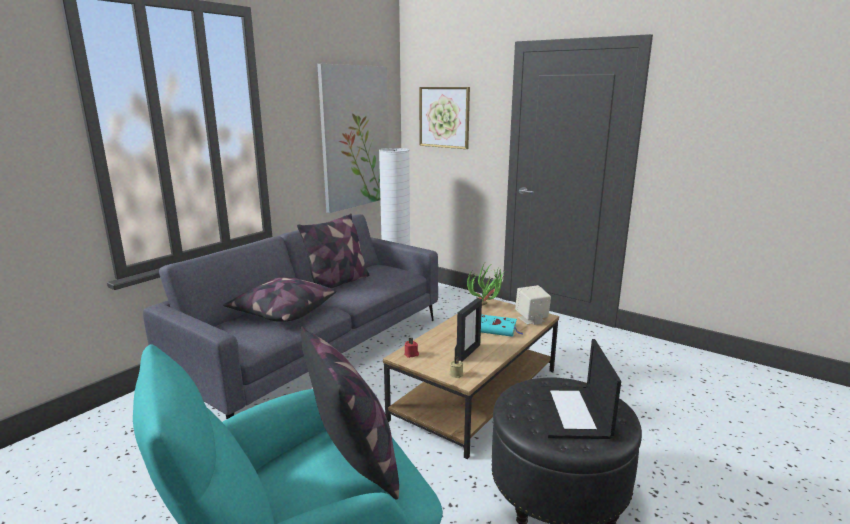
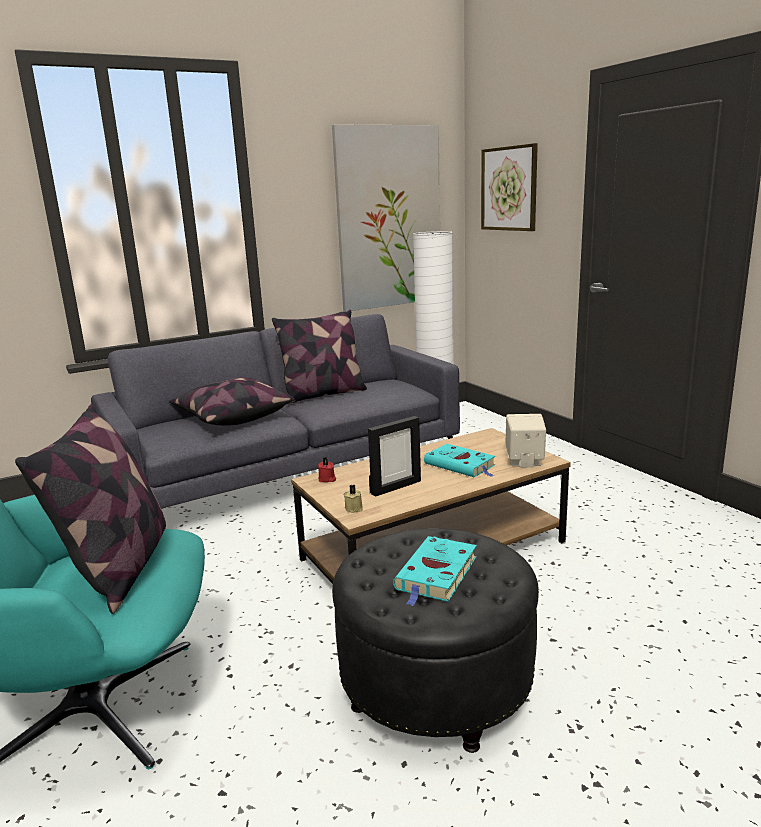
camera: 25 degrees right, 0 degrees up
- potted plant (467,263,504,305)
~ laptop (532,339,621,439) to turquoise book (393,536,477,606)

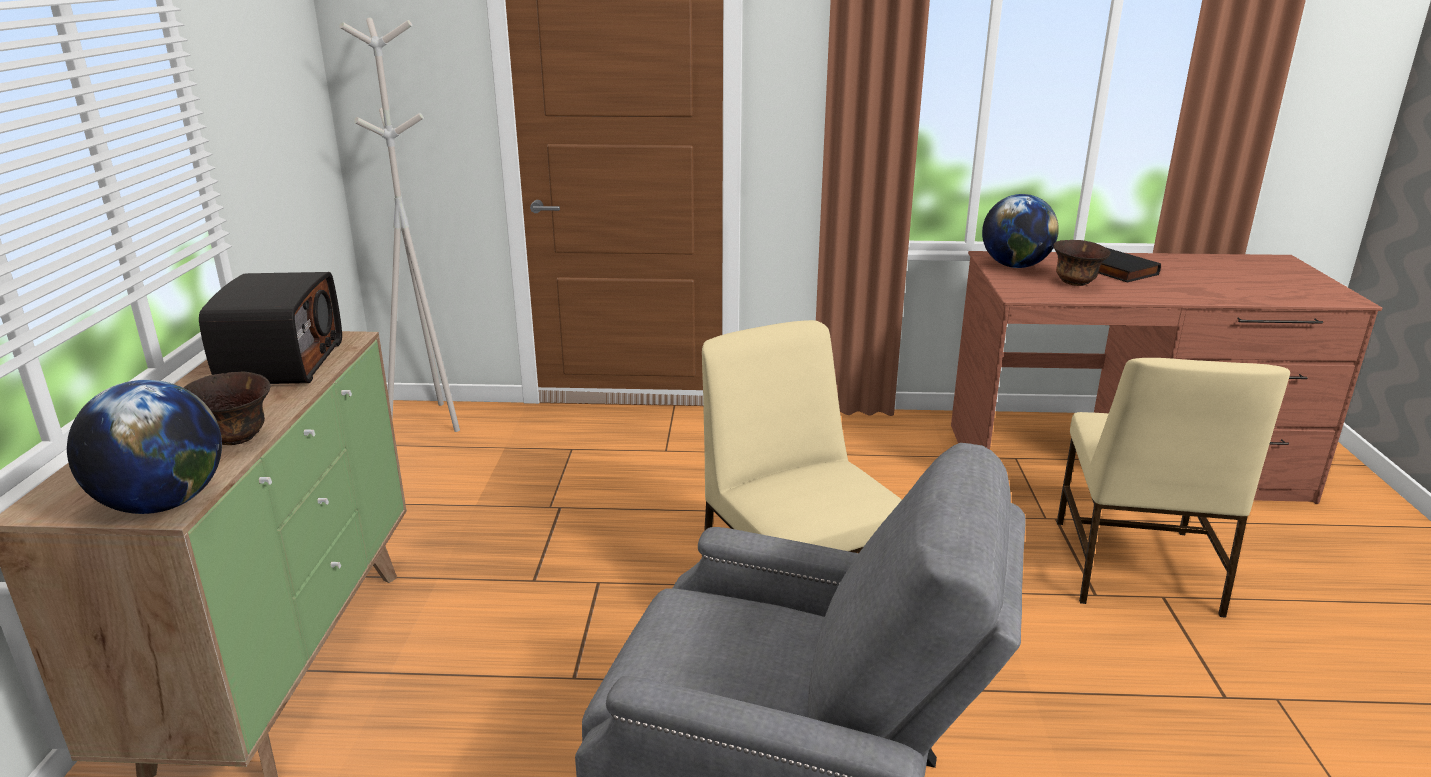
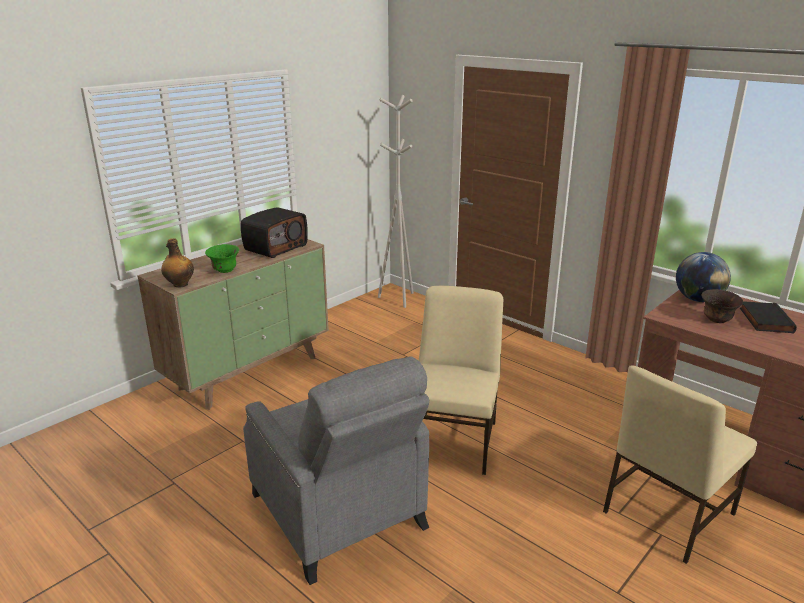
camera: 40 degrees right, 0 degrees up
~ brown bowl (183,372,270,445) to green bowl (205,244,239,273)
~ globe (67,380,222,514) to bottle (161,238,194,288)

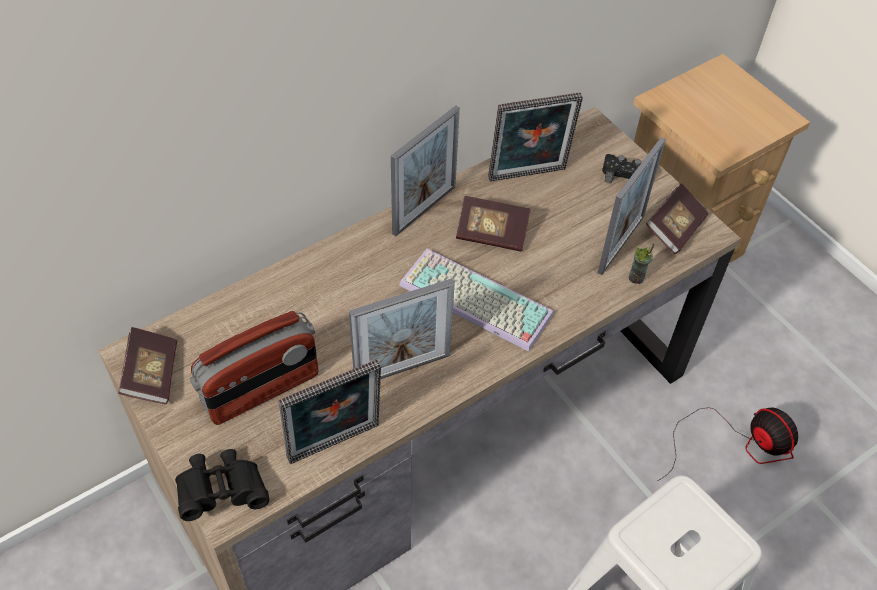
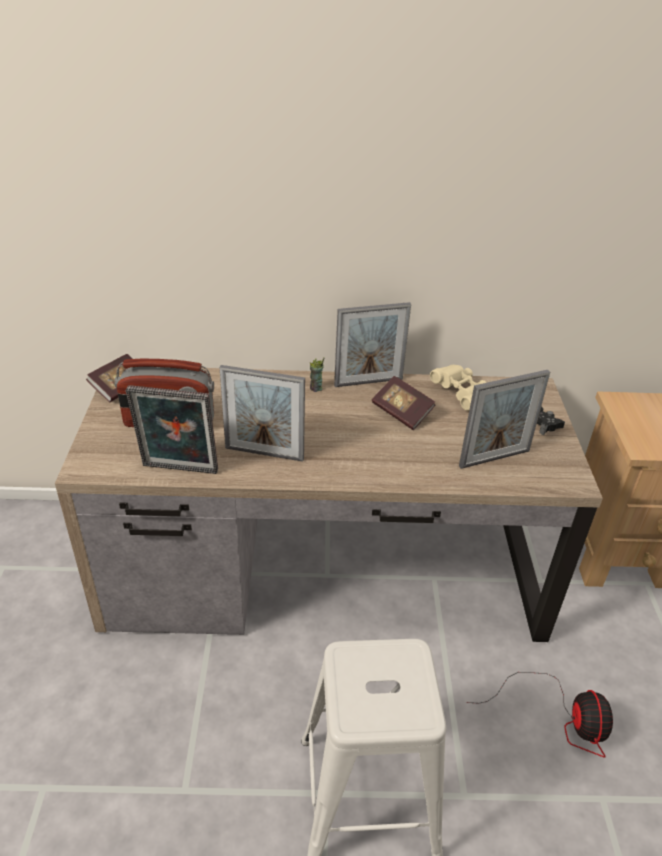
camera: 35 degrees right, 15 degrees down
~ picture frame (488,93,583,182) to beige binoculars (430,365,486,411)
- book (646,183,708,254)
~ cup (629,243,654,284) to (310,358,324,392)
- keyboard (399,249,554,352)
- black binoculars (175,449,270,521)

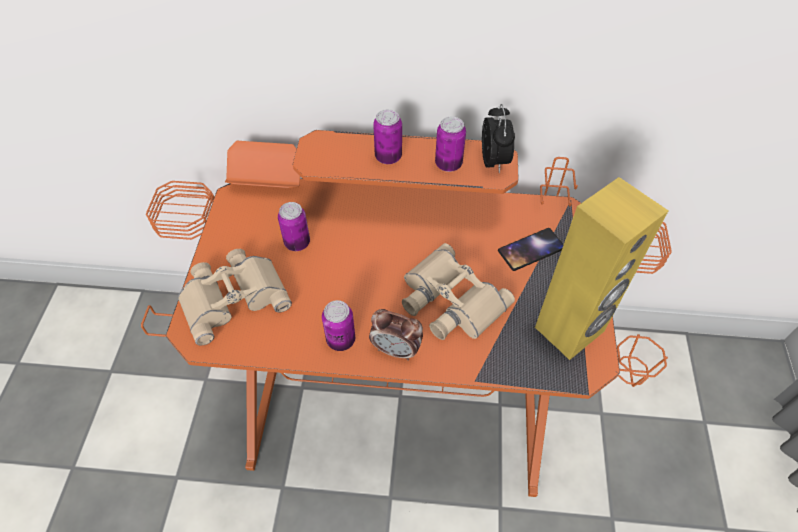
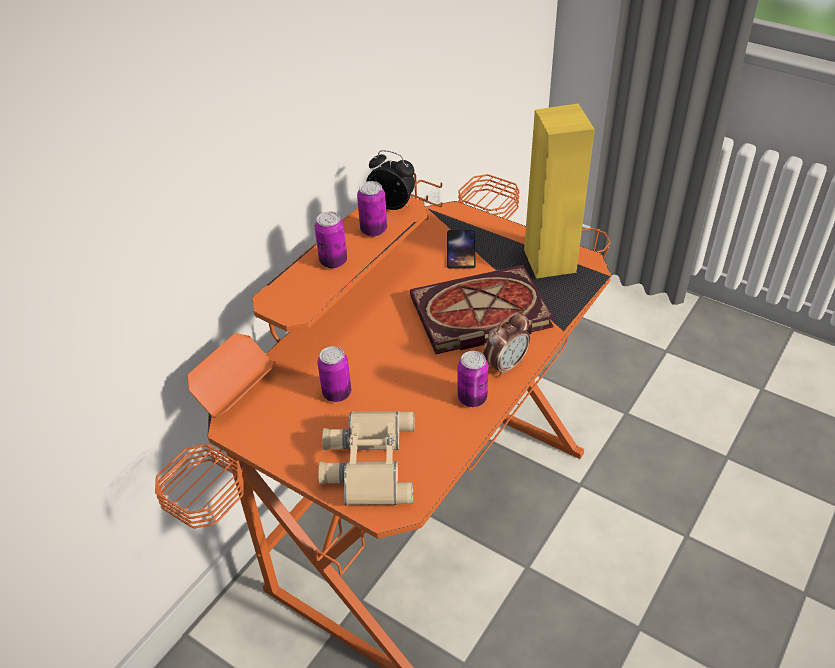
camera: 60 degrees left, 10 degrees down
~ beige binoculars (402,243,515,340) to book (410,265,554,354)

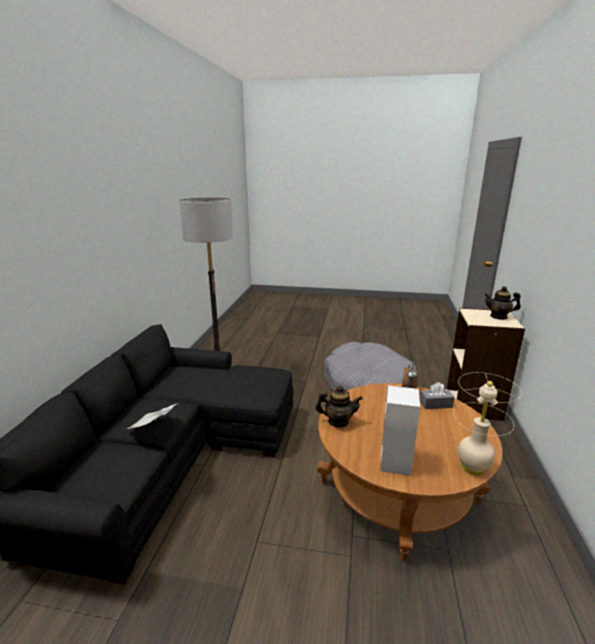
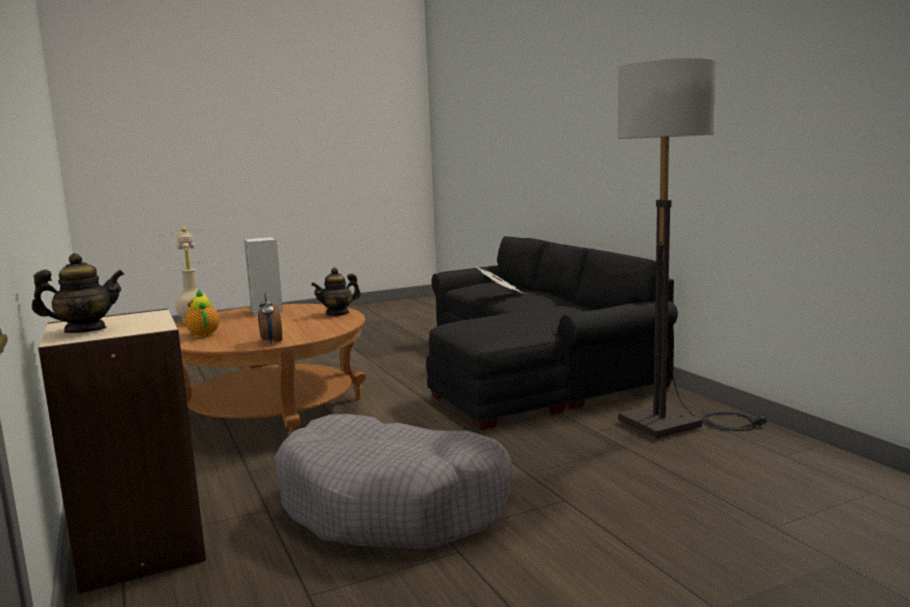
camera: 145 degrees right, 10 degrees down
- grey tissue box (420,382,455,409)
+ teapot (185,289,219,338)

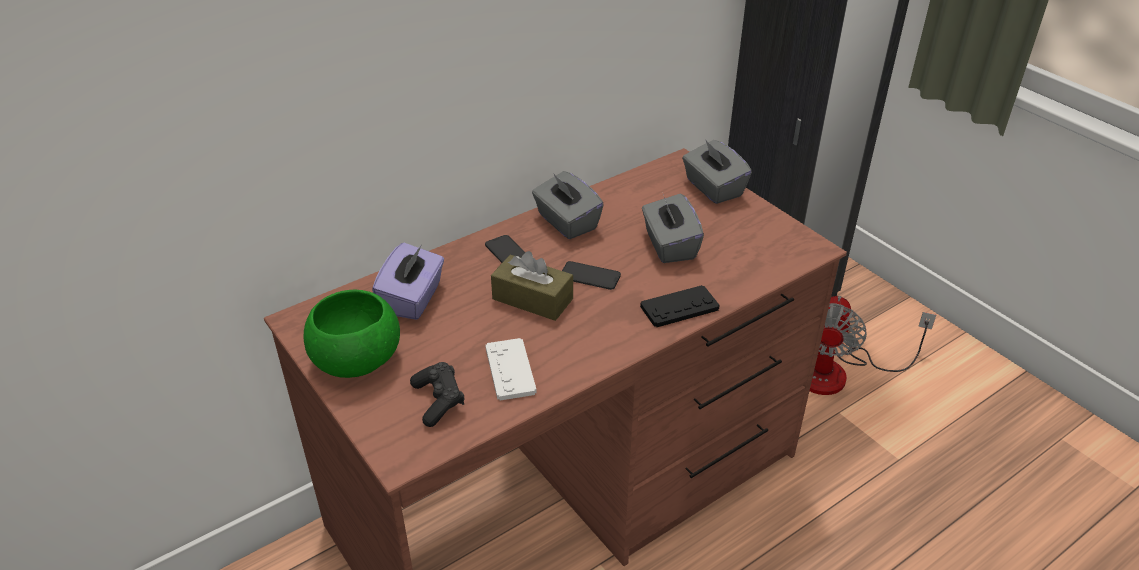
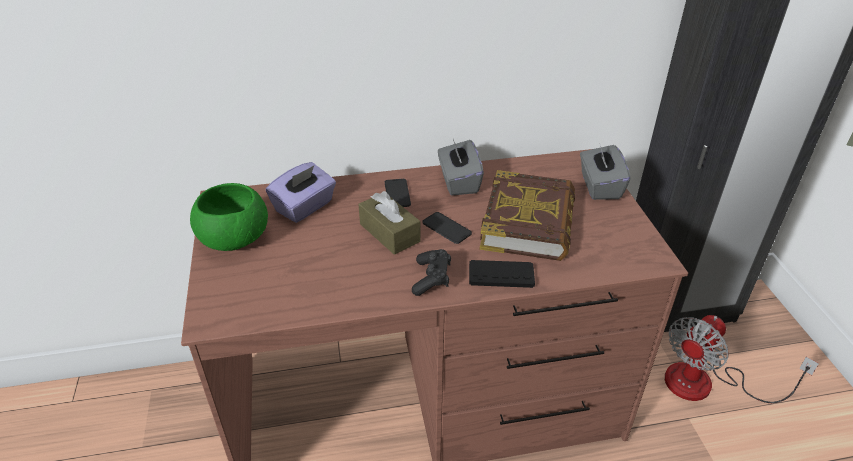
camera: 25 degrees right, 0 degrees up
~ grey tissue box (642,193,704,263) to book (480,170,575,261)
- white game controller (485,338,537,401)
~ black game controller (410,362,464,427) to (412,249,451,296)

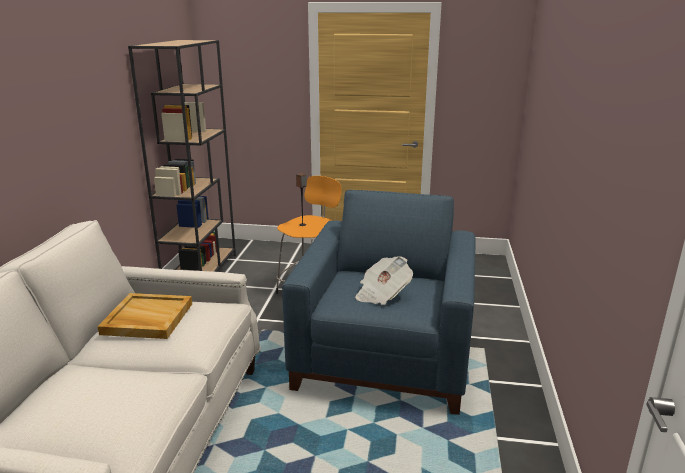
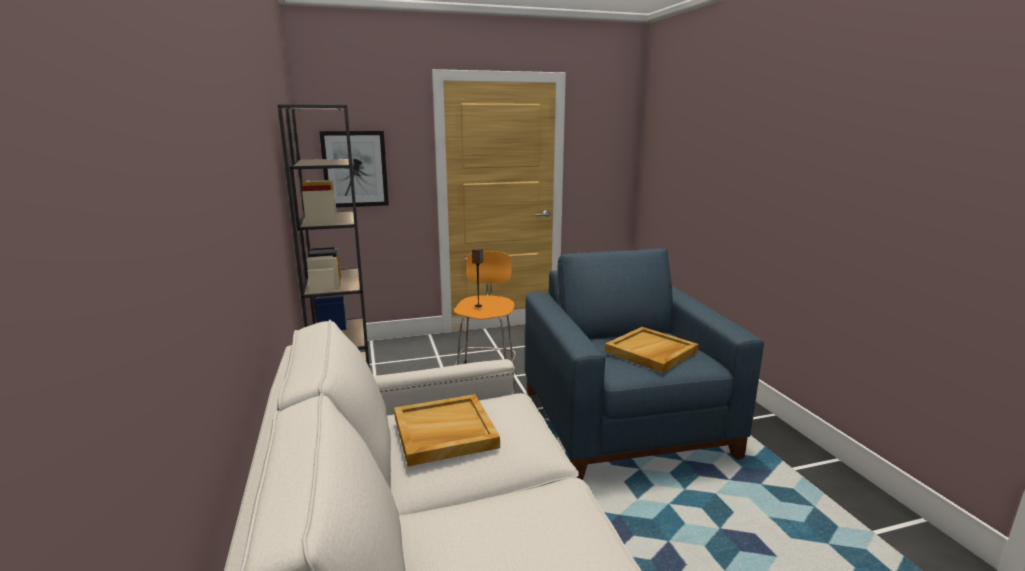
camera: 25 degrees left, 5 degrees down
~ newspaper (355,256,413,305) to beige tray (605,327,699,373)
+ picture (319,131,389,208)

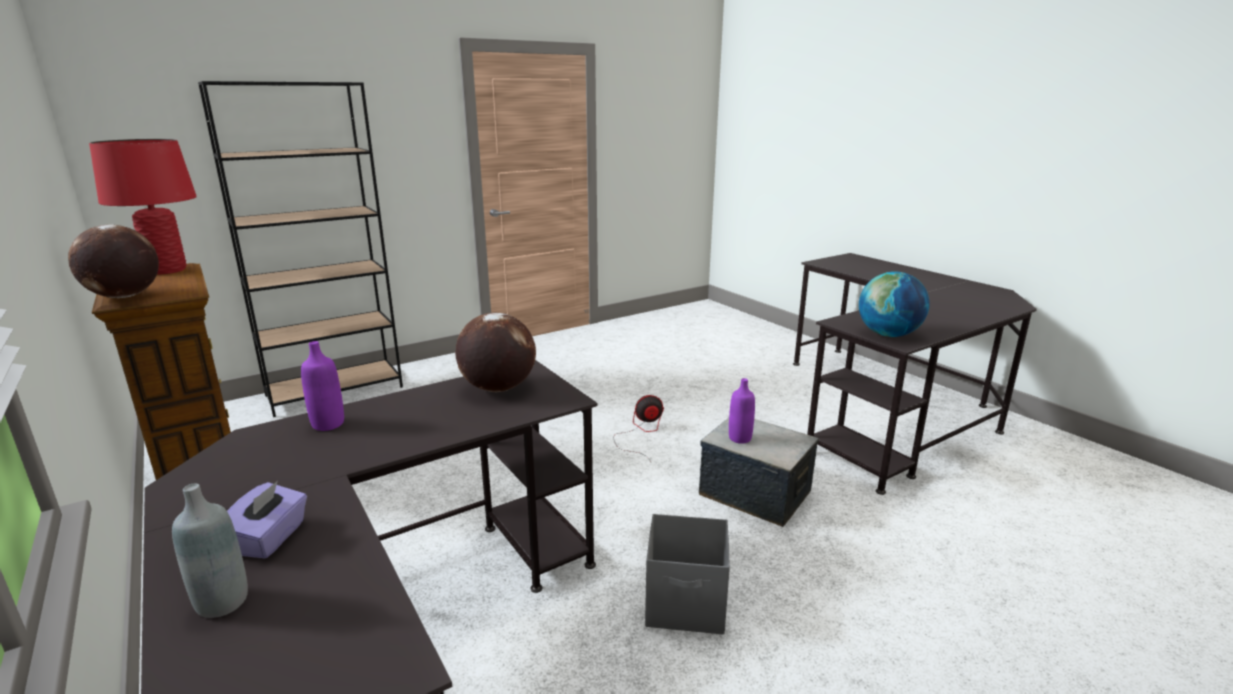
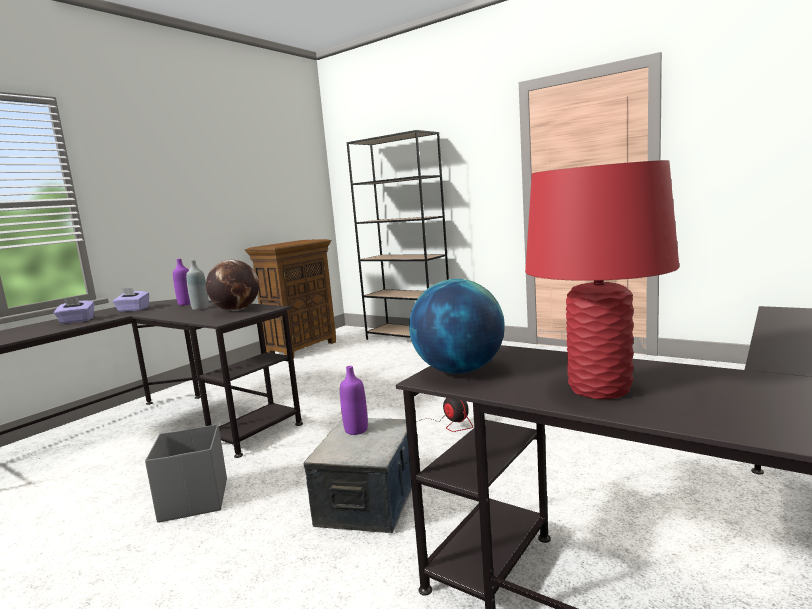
camera: 70 degrees right, 10 degrees down
~ red table lamp (89,139,197,275) to (525,160,679,399)
- globe (68,225,159,298)
~ grey bottle (172,484,248,618) to (186,260,209,310)
+ purple tissue box (113,288,149,312)

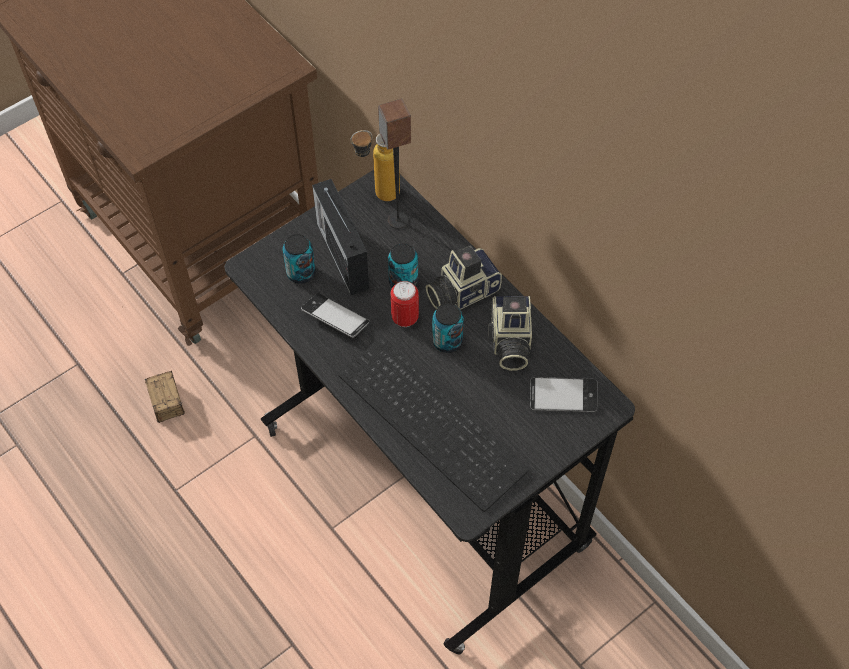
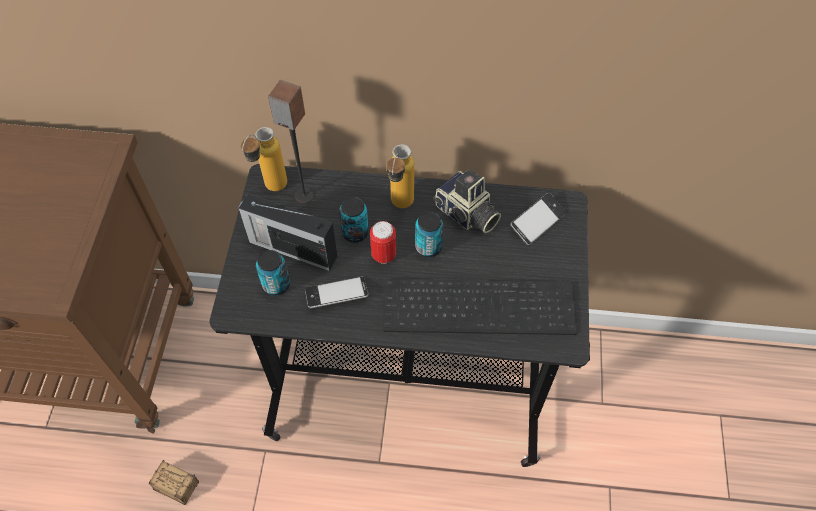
camera: 45 degrees left, 0 degrees up
~ photo camera (426,245,502,310) to bottle (386,144,414,208)

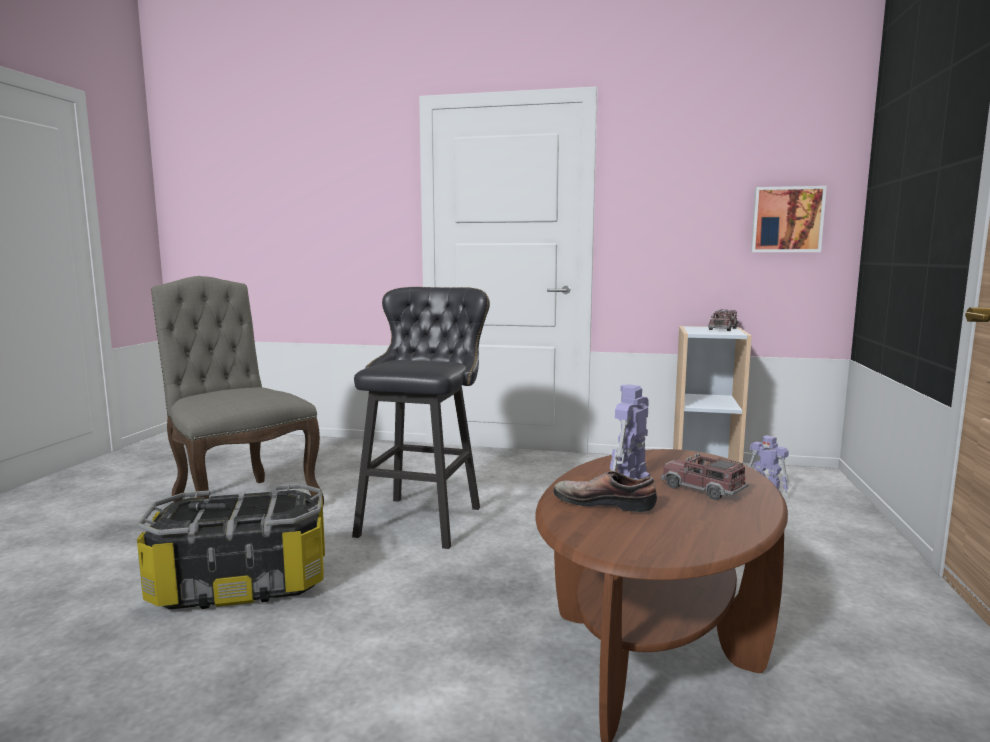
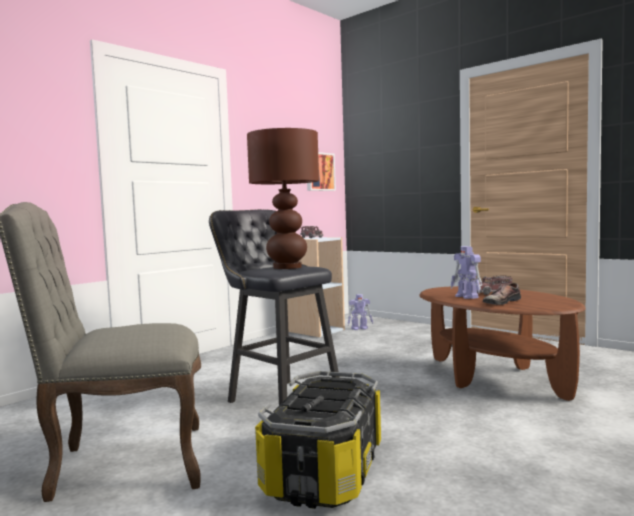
camera: 60 degrees left, 5 degrees down
+ brown table lamp (247,128,319,269)

